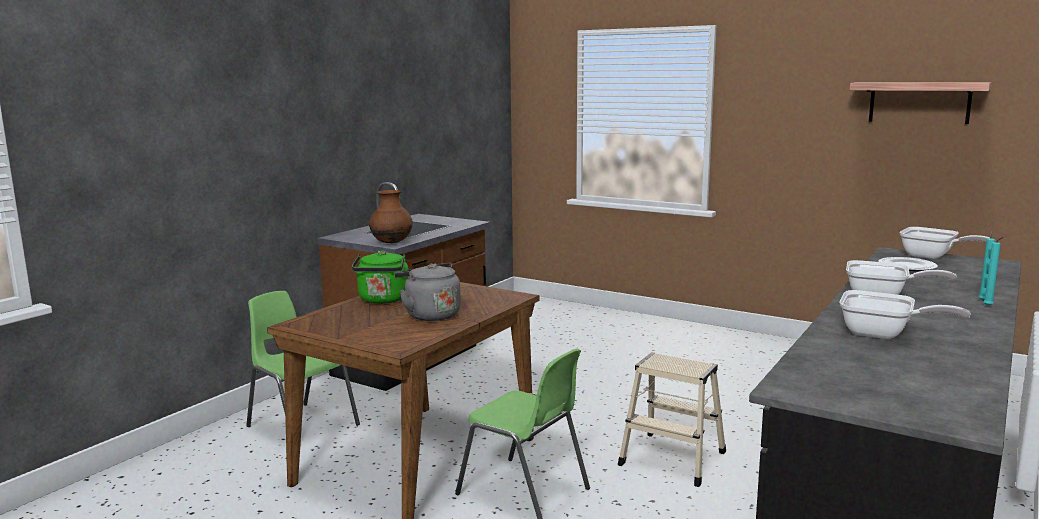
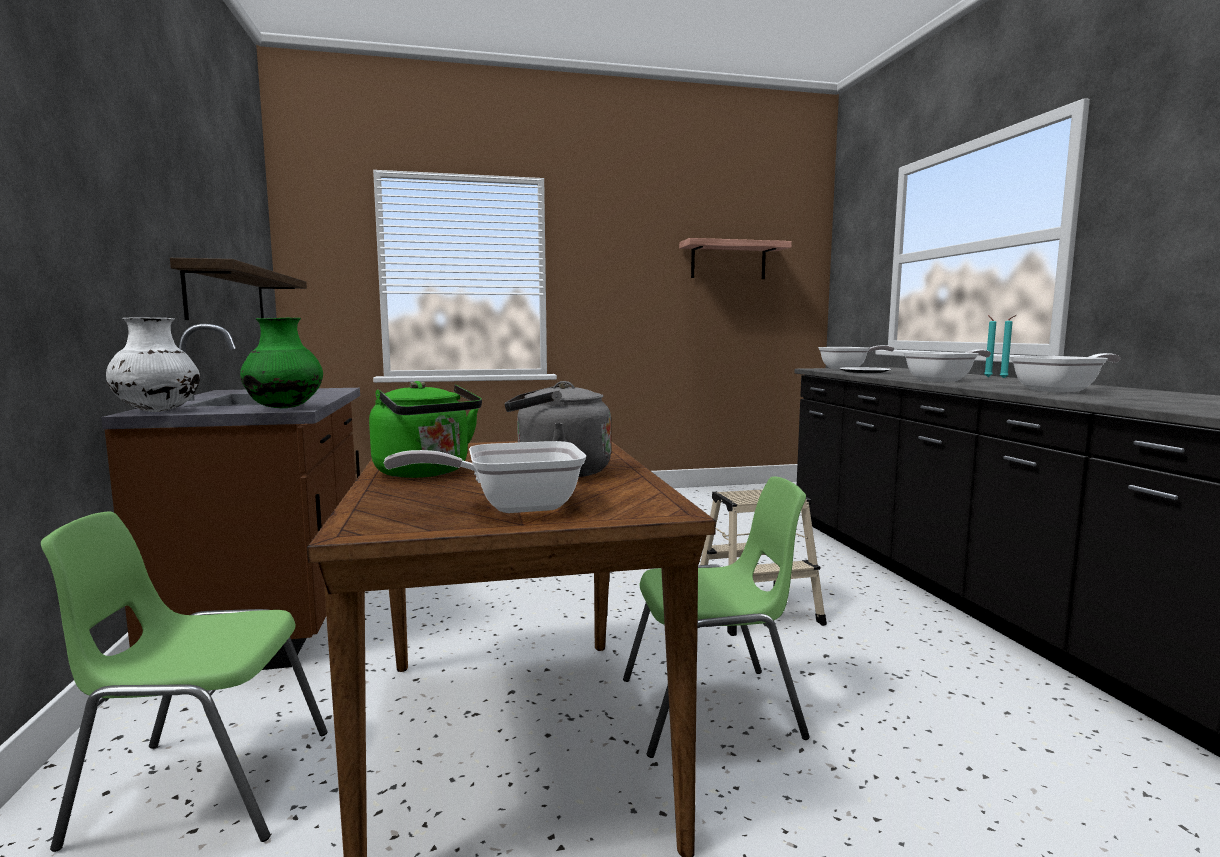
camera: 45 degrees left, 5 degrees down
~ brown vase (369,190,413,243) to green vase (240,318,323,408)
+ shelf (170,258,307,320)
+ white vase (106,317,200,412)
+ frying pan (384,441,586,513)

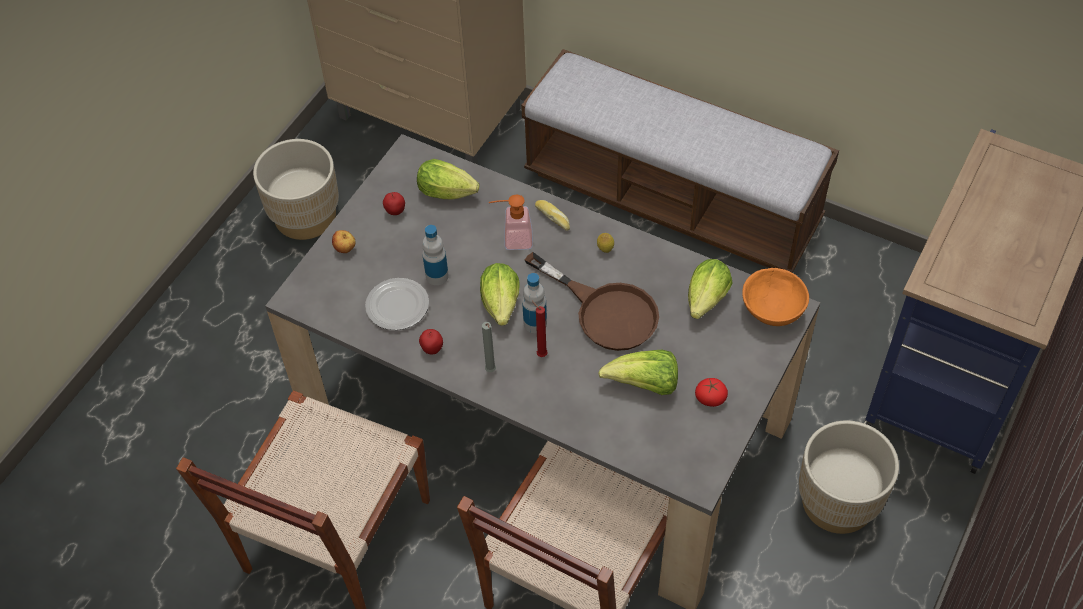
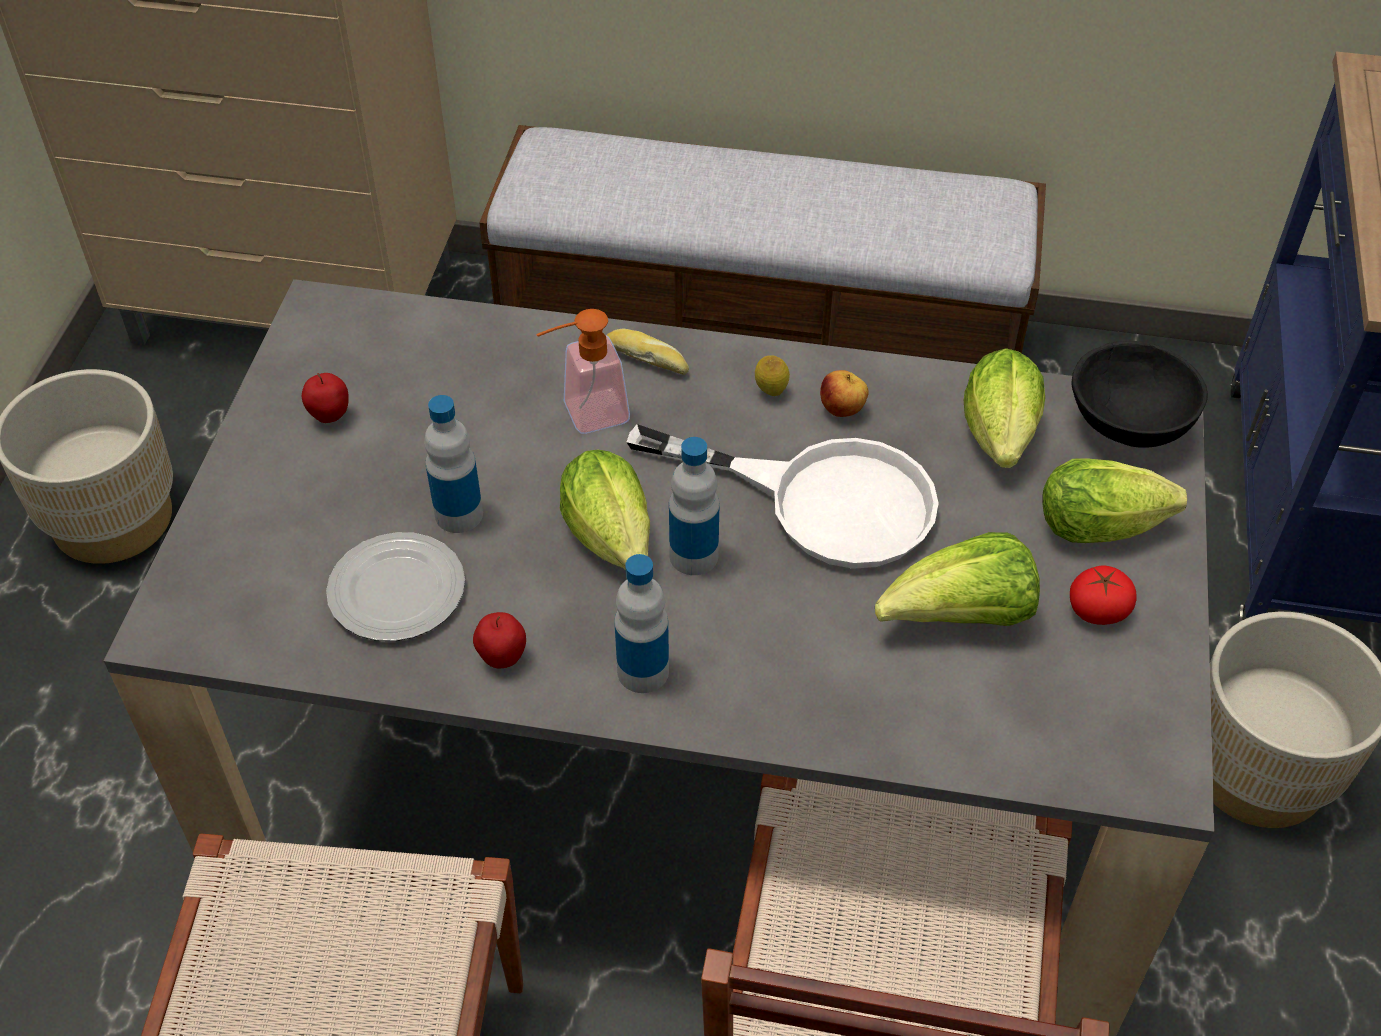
camera: 20 degrees left, 5 degrees down
~ lettuce (417,159,480,200) to (1042,458,1187,543)
~ apple (332,230,355,253) to (820,370,869,417)
~ brown frying pan (525,252,659,351) to white frying pan (627,424,939,569)
~ orange bowl (742,268,809,326) to black bowl (1071,341,1208,448)
- red candle (532,301,548,357)
~ grey candle (482,322,496,372) to bottle (614,554,669,693)

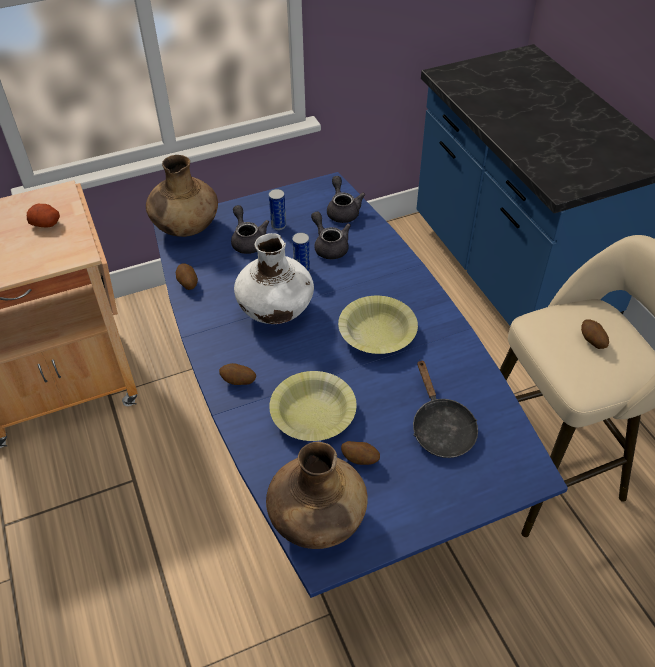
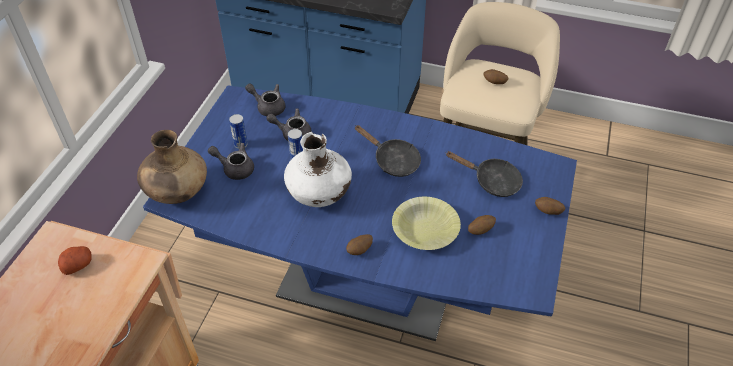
camera: 50 degrees left, 0 degrees up
~ potato (176,263,198,290) to (535,197,565,215)
~ yellow bowl (338,296,418,354) to black frying pan (354,125,421,177)
- brown vase (266,442,368,549)

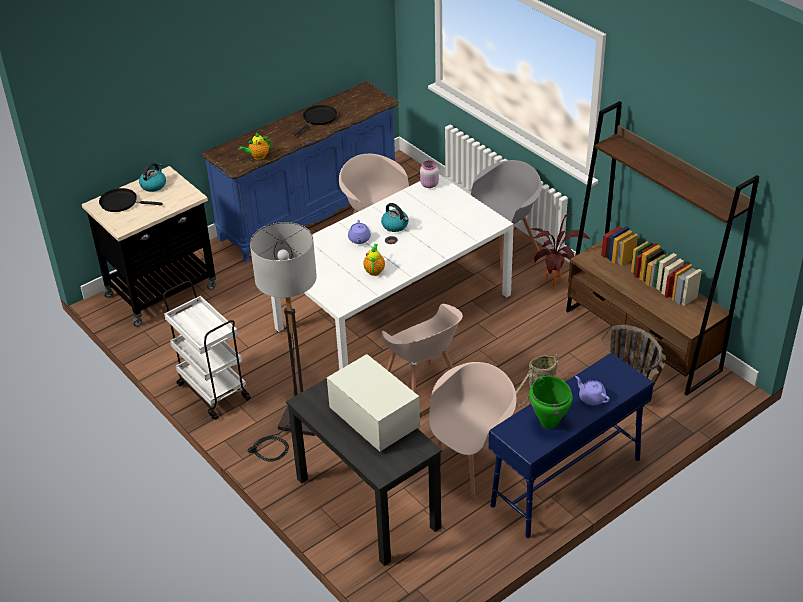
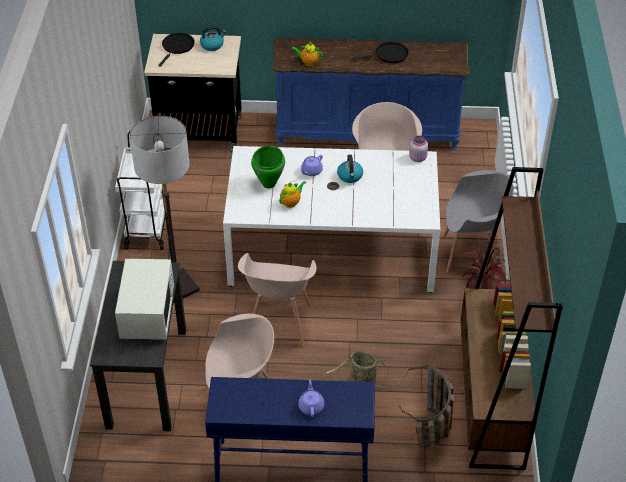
camera: 40 degrees right, 5 degrees up
~ black frying pan (99,188,163,212) = (158,33,195,67) 60 degrees clockwise
~ green cooking pot (529,376,573,429) to (251,146,285,188)

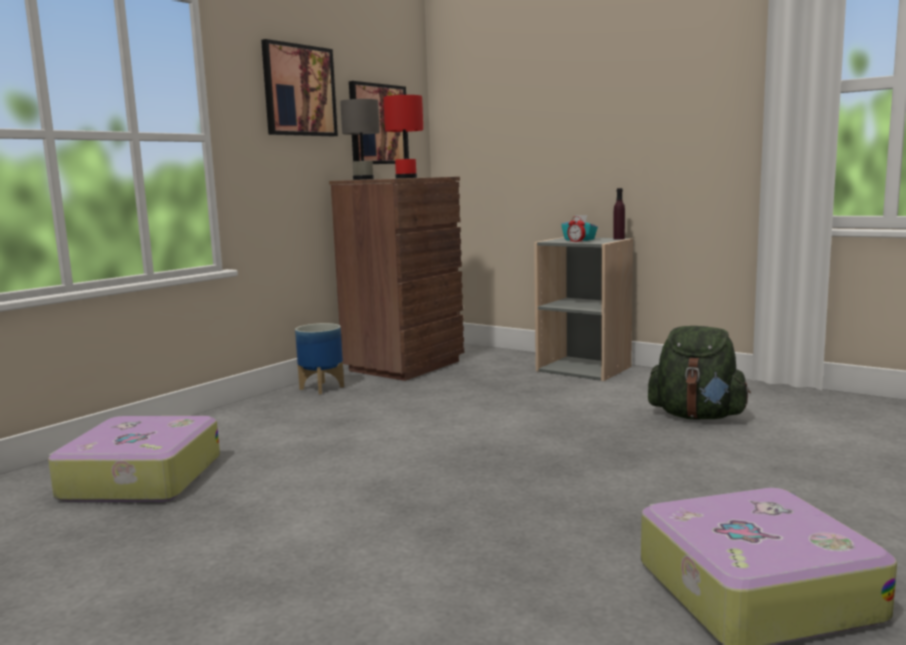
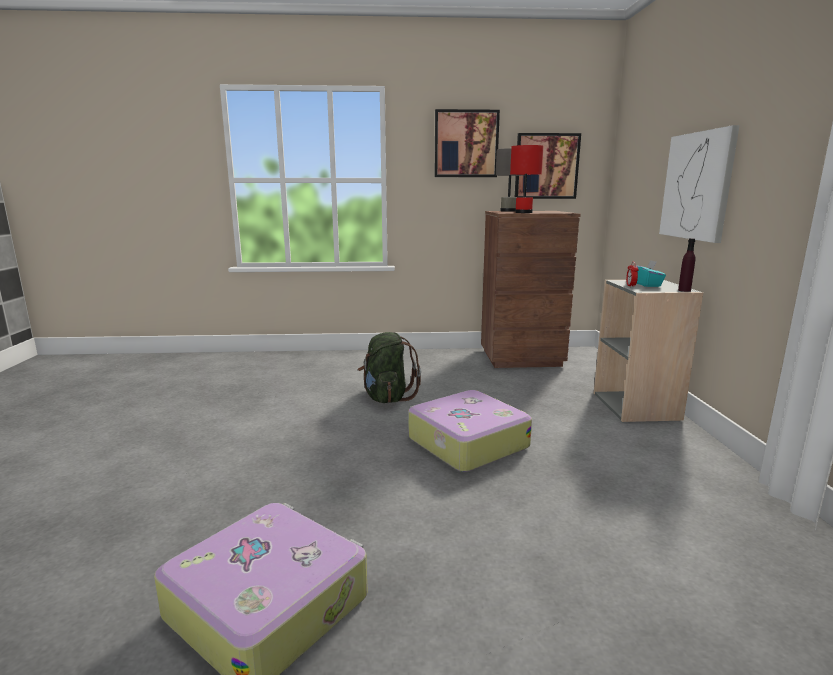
camera: 50 degrees right, 5 degrees up
- planter (295,323,344,394)
~ green backpack (648,326,751,420) to (358,332,421,403)
~ suitcase (48,416,220,502) to (409,390,532,472)
+ picture (659,125,740,243)

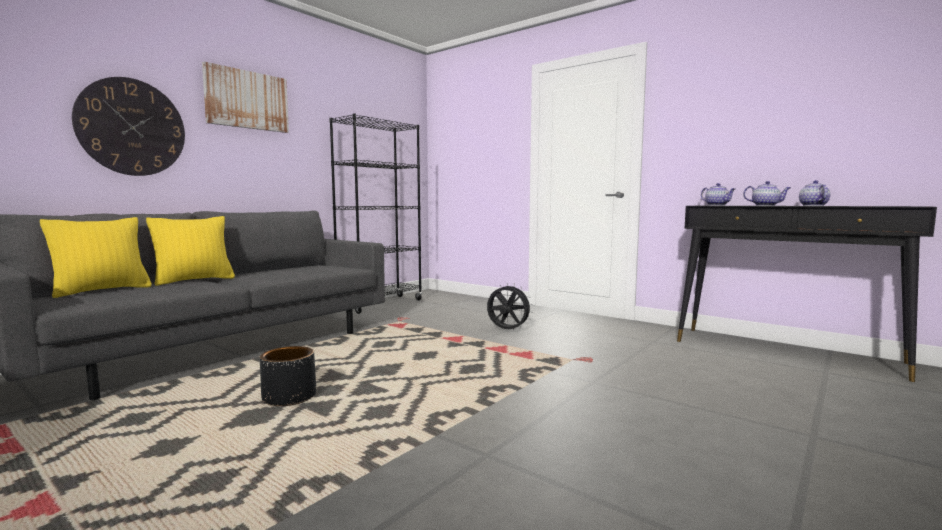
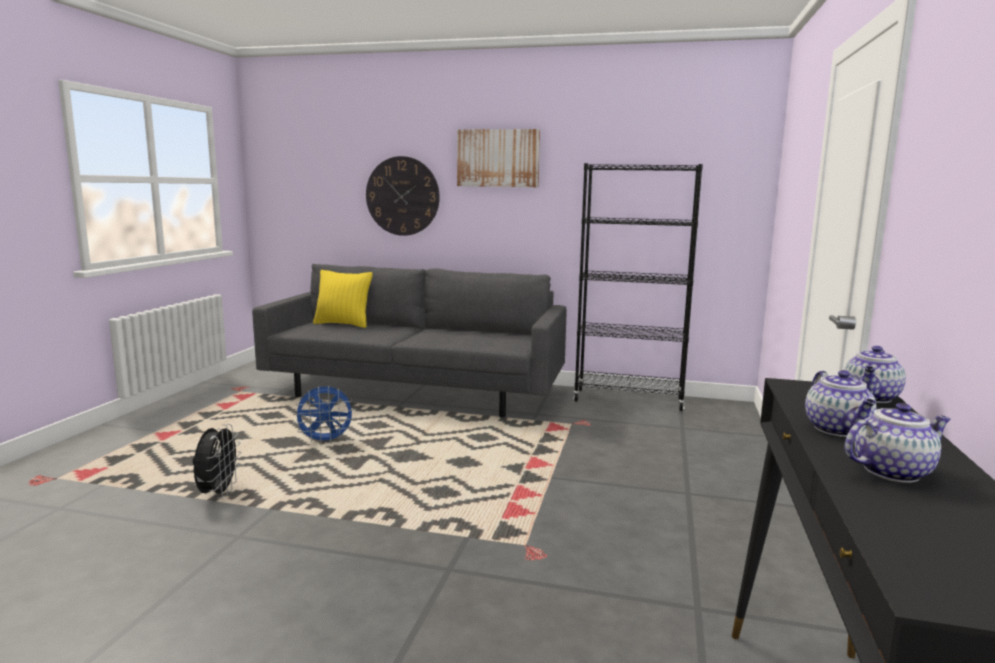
camera: 65 degrees right, 5 degrees up
- yellow pillow (146,216,235,286)
~ black fan (487,283,533,330) to (192,424,241,498)
~ black planter (260,346,316,406) to blue fan (293,386,356,445)

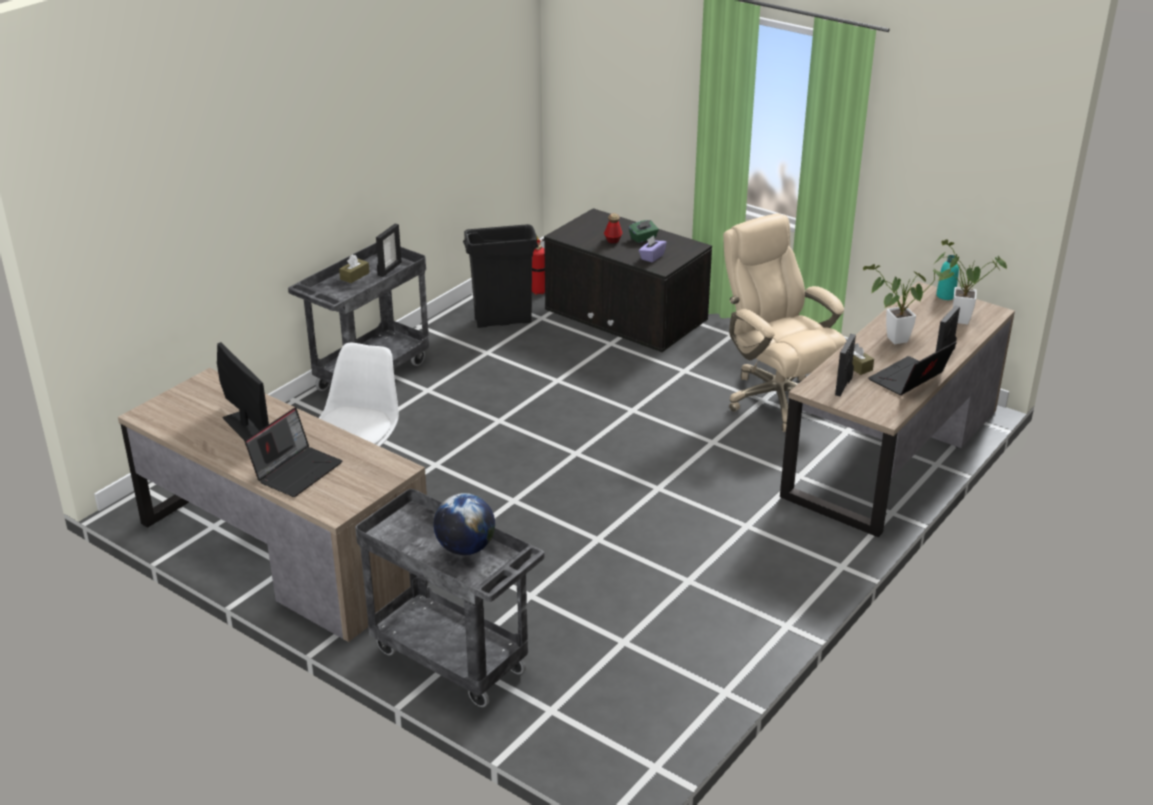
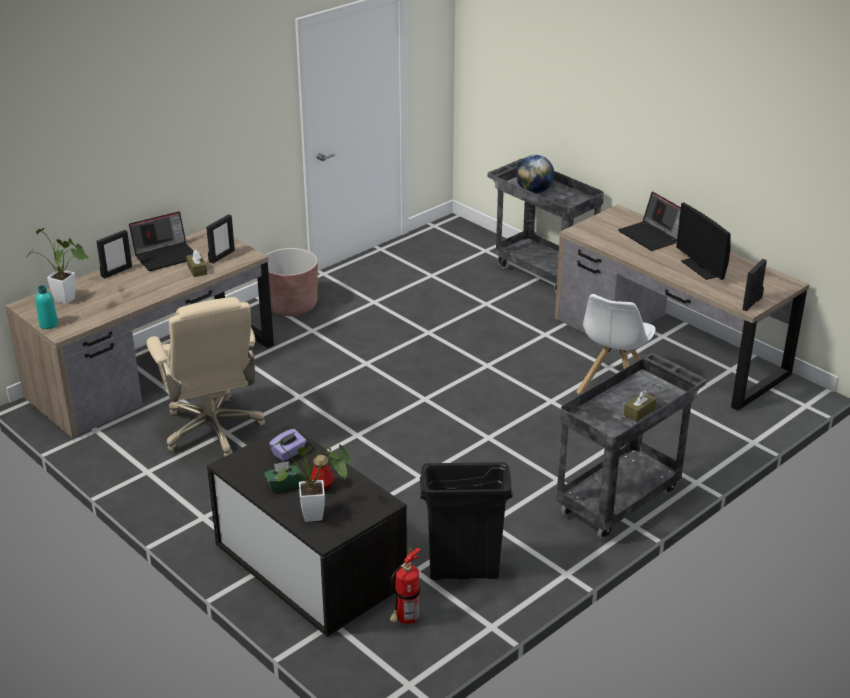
camera: 170 degrees left, 0 degrees up
~ picture frame (376,224,402,277) to (742,259,767,311)
~ potted plant (863,264,944,344) to (269,439,352,522)
~ laptop (245,407,342,497) = (618,192,681,251) 75 degrees counterclockwise
+ brown planter (266,248,318,316)

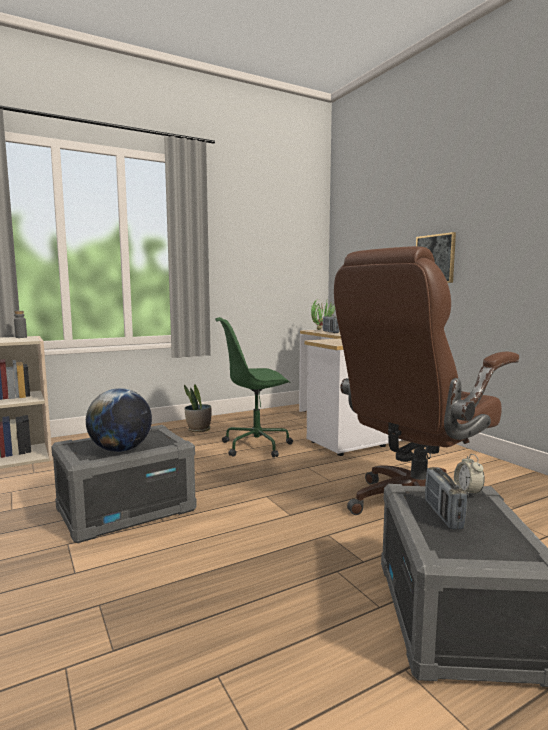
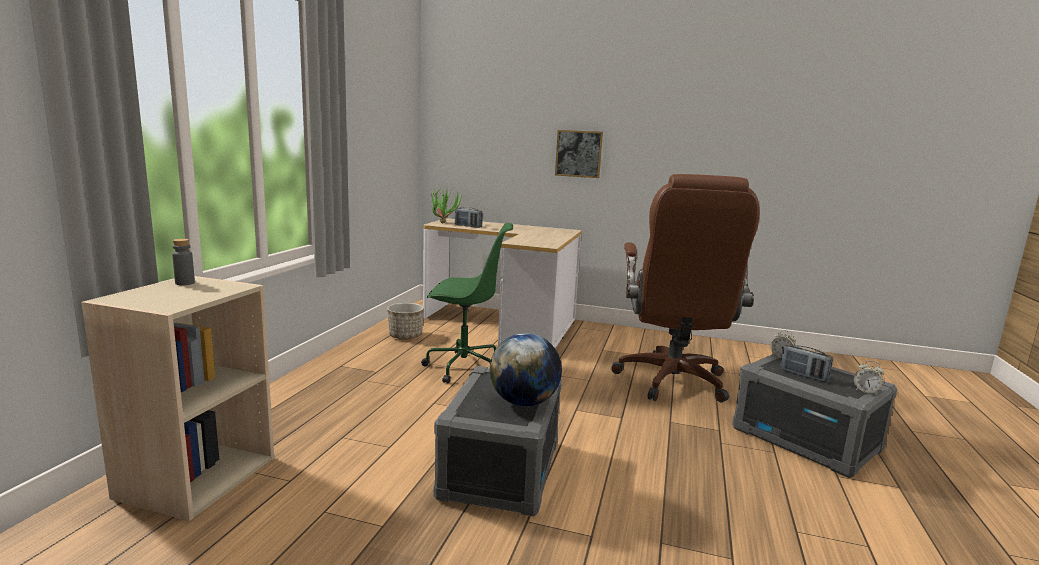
camera: 45 degrees left, 5 degrees up
~ green office chair (215,317,293,458) = (421,223,513,383) 120 degrees counterclockwise
- potted plant (184,384,211,432)
+ planter (387,303,424,340)
+ alarm clock (854,361,884,395)

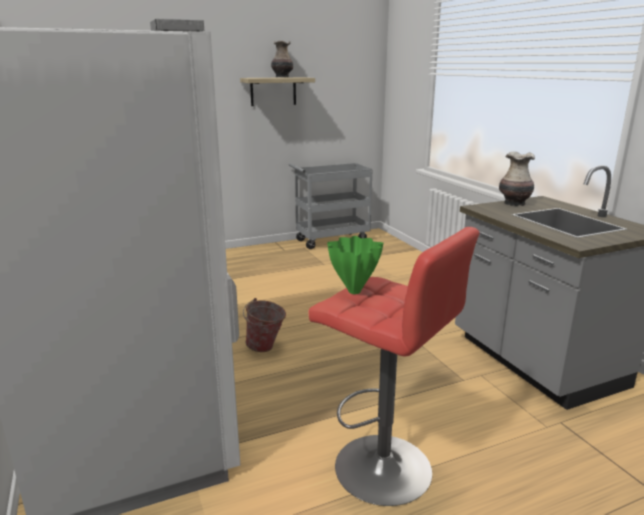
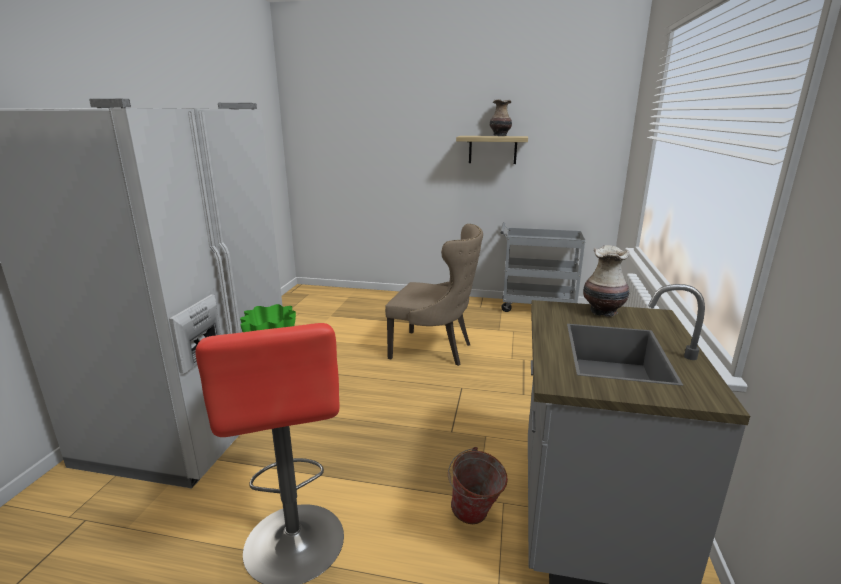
camera: 35 degrees right, 0 degrees up
~ bucket (243,298,286,352) to (448,447,508,524)
+ beige chair (385,224,483,366)

